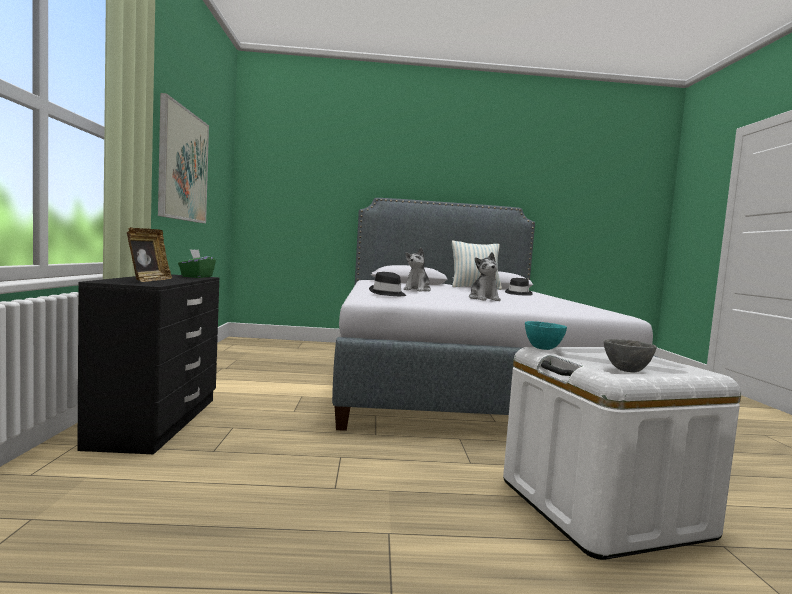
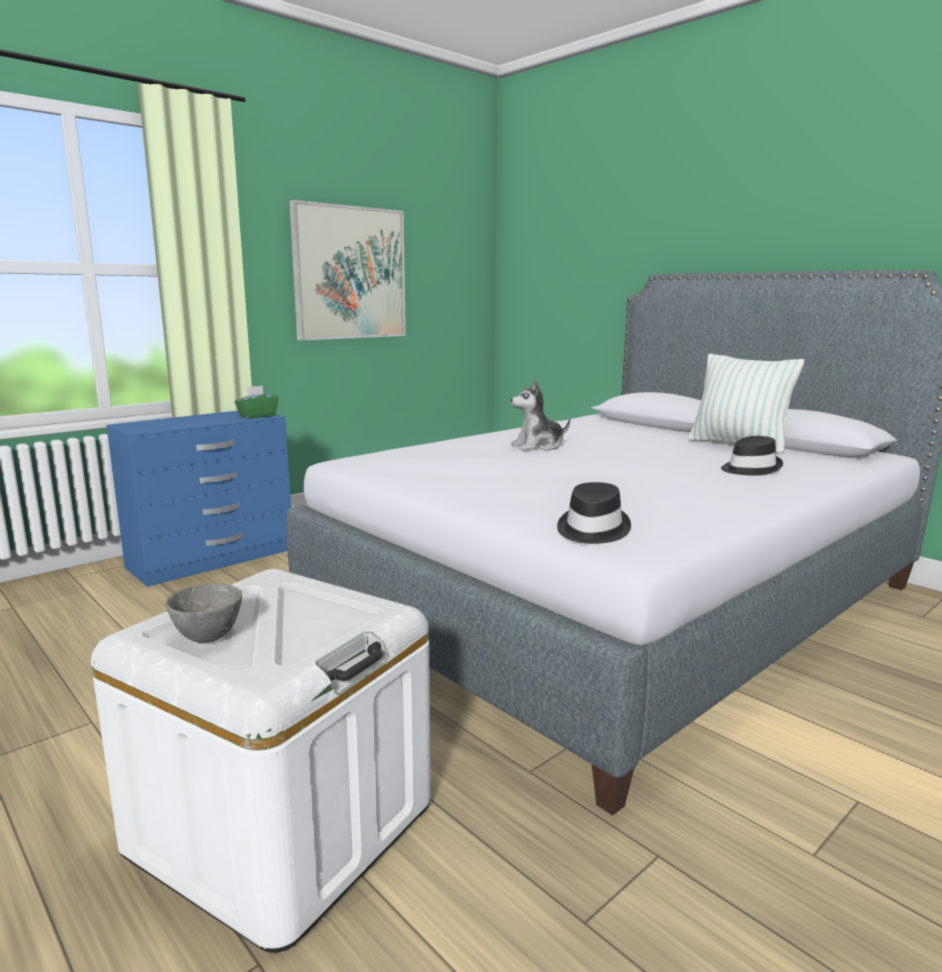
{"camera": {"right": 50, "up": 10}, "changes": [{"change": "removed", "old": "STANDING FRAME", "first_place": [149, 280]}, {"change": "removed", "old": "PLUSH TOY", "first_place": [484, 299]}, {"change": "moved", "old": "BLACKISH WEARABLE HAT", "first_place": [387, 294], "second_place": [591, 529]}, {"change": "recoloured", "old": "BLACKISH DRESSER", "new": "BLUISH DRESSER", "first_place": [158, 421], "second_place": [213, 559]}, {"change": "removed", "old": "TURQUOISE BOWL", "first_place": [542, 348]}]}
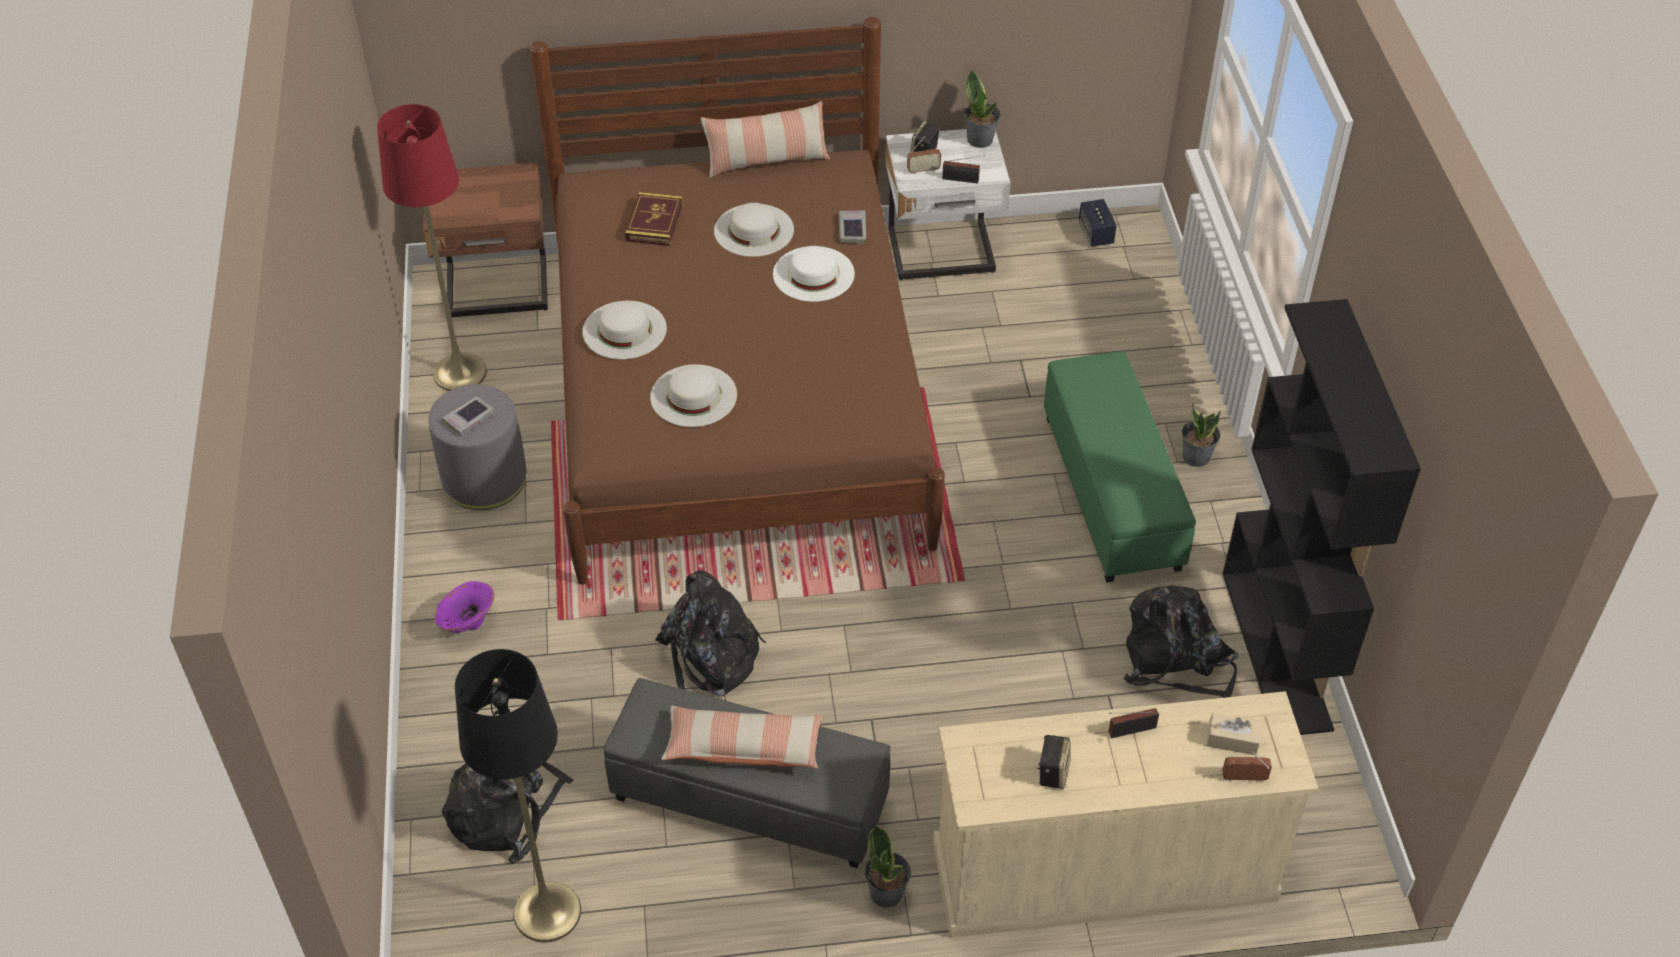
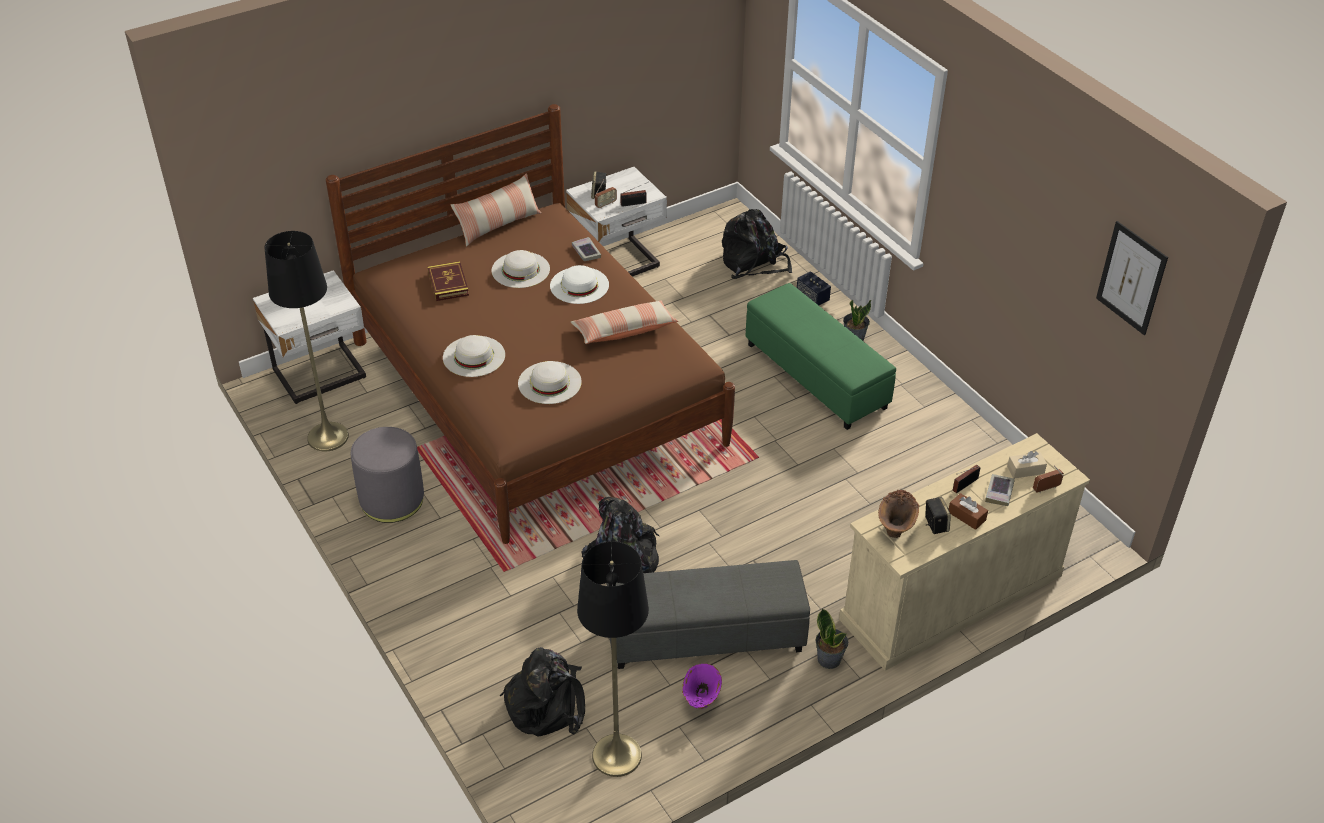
{"camera": {"right": -25, "up": -5}, "changes": [{"change": "removed", "old": "POTTED PLANT", "first_place": [980, 139]}, {"change": "recoloured", "old": "REDDISH STANDING LAMP", "new": "BLACKISH STANDING LAMP", "first_place": [460, 372], "second_place": [328, 437]}, {"change": "recoloured", "old": "BROWN NIGHT TABLE", "new": "WHITE NIGHT TABLE", "first_place": [498, 291], "second_place": [321, 375]}, {"change": "moved", "old": "LOUDSPEAKER", "first_place": [1095, 234], "second_place": [812, 297]}, {"change": "removed", "old": "BLACKISH SHELVING UNIT", "first_place": [1277, 650]}, {"change": "moved", "old": "VOLUME", "first_place": [469, 418], "second_place": [999, 492]}, {"change": "moved", "old": "PURPLE-COLOURED DECORATIVE VASE", "first_place": [468, 624], "second_place": [700, 700]}, {"change": "moved", "old": "BLACKISH KNAPSACK", "first_place": [1175, 661], "second_place": [753, 263]}, {"change": "moved", "old": "CUSHION", "first_place": [743, 747], "second_place": [624, 330]}, {"change": "added", "new": "WALL PICTURE", "second_place": [1131, 278]}, {"change": "added", "new": "BROWN DECORATIVE VASE", "second_place": [896, 528]}, {"change": "added", "new": "BROWN BOX OF TISSUES", "second_place": [966, 516]}]}
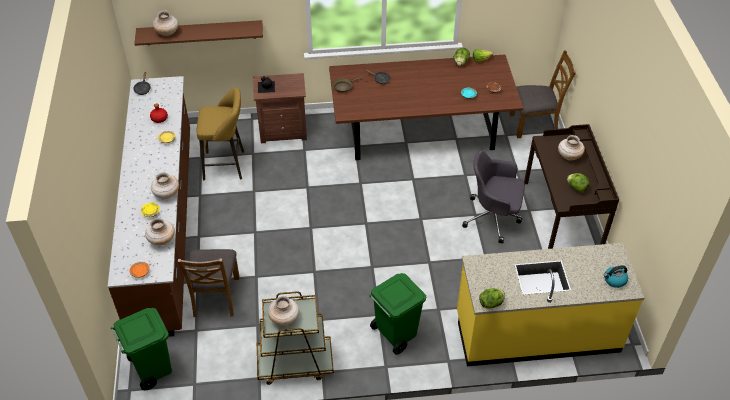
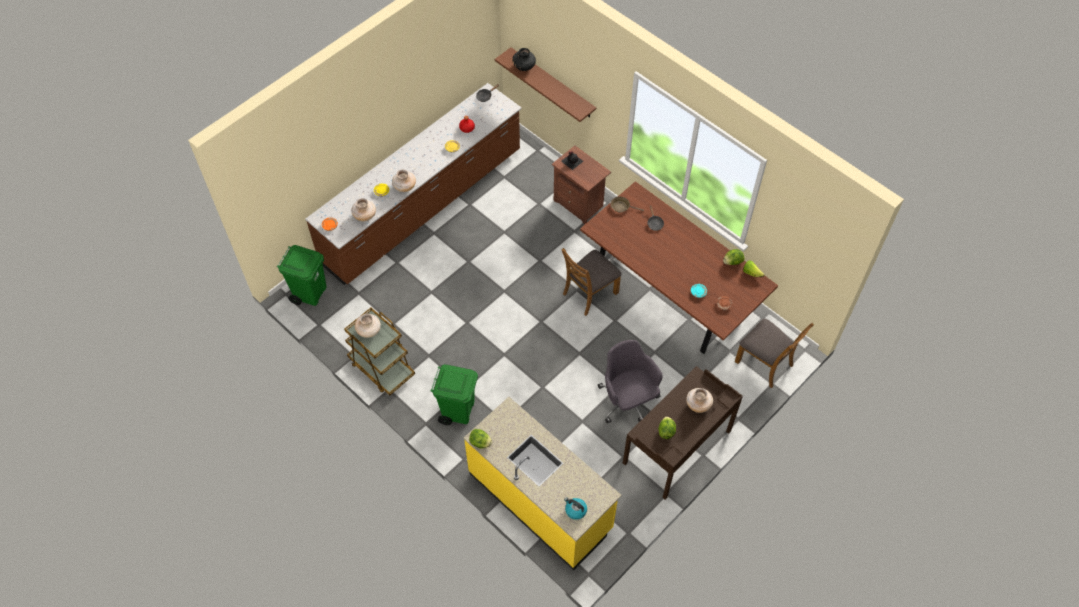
{"camera": {"right": 50, "up": 10}, "changes": [{"change": "recoloured", "old": "SAND-COLOURED DECORATIVE VASE", "new": "BLACKISH DECORATIVE VASE", "first_place": [167, 32], "second_place": [524, 67]}, {"change": "removed", "old": "YELLOWISH STOOL", "first_place": [227, 165]}, {"change": "moved", "old": "BROWN UPRIGHT CHAIR", "first_place": [215, 296], "second_place": [589, 293]}]}
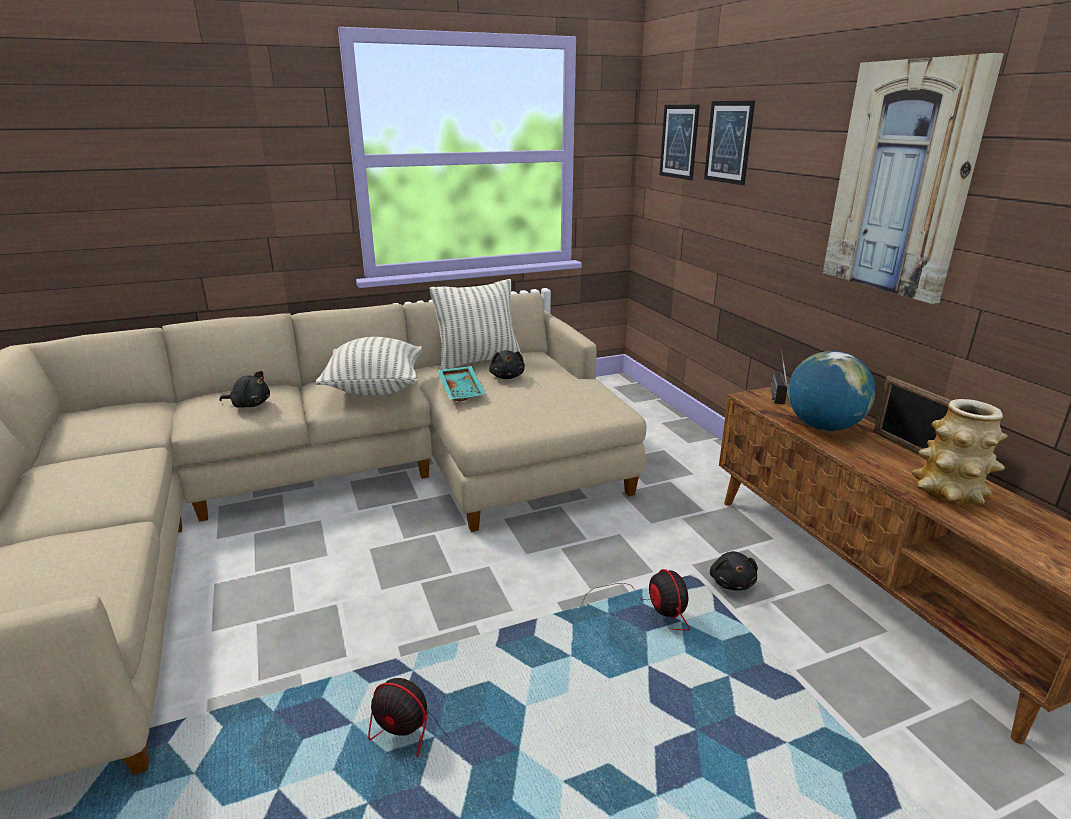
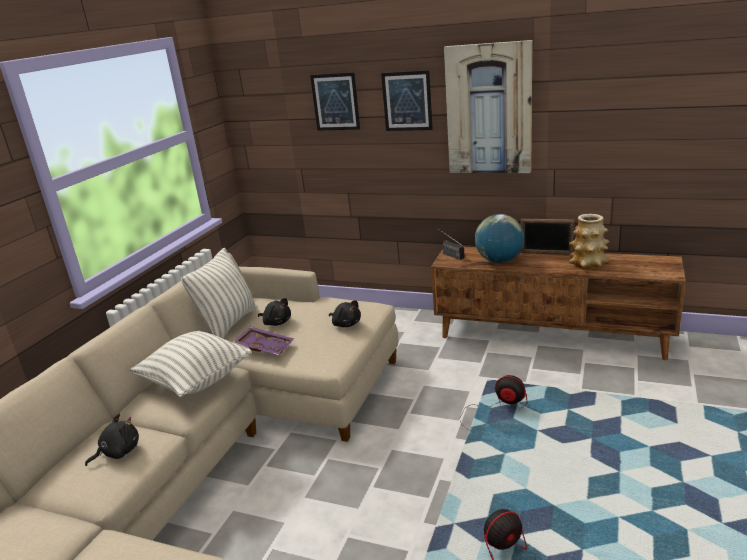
{"camera": {"right": -45, "up": 0}, "changes": [{"change": "moved", "old": "WALL PICTURE", "first_place": [679, 141], "second_place": [407, 101]}, {"change": "recoloured", "old": "TURQUOISE SERVING TRAY", "new": "PURPLE-COLOURED SERVING TRAY", "first_place": [462, 390], "second_place": [265, 346]}, {"change": "moved", "old": "BLACKISH PLUSH TOY", "first_place": [731, 582], "second_place": [346, 324]}]}
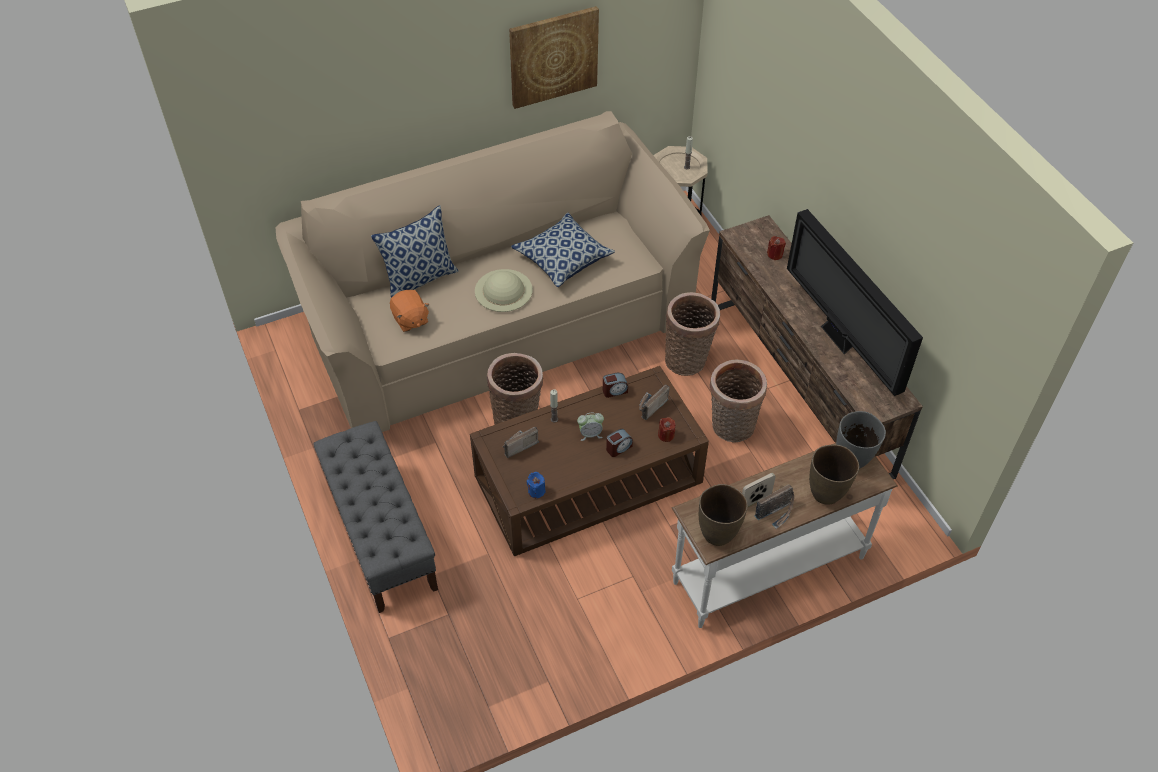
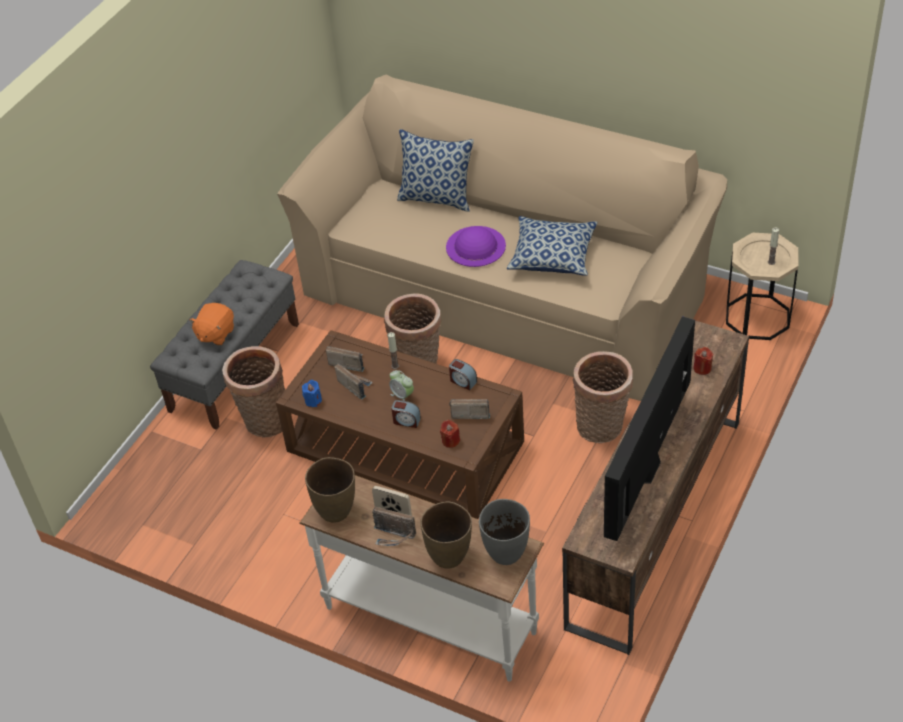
{"camera": {"right": 55, "up": -5}, "changes": [{"change": "removed", "old": "WALL PICTURE", "first_place": [553, 56]}, {"change": "recoloured", "old": "SAND-COLOURED WEARABLE HAT", "new": "PURPLE-COLOURED WEARABLE HAT", "first_place": [503, 290], "second_place": [475, 246]}, {"change": "moved", "old": "ORANGE PLUSH TOY", "first_place": [410, 320], "second_place": [215, 334]}, {"change": "moved", "old": "STORAGE BASKET", "first_place": [731, 428], "second_place": [264, 421]}, {"change": "added", "new": "RADIO SET", "second_place": [354, 385]}]}
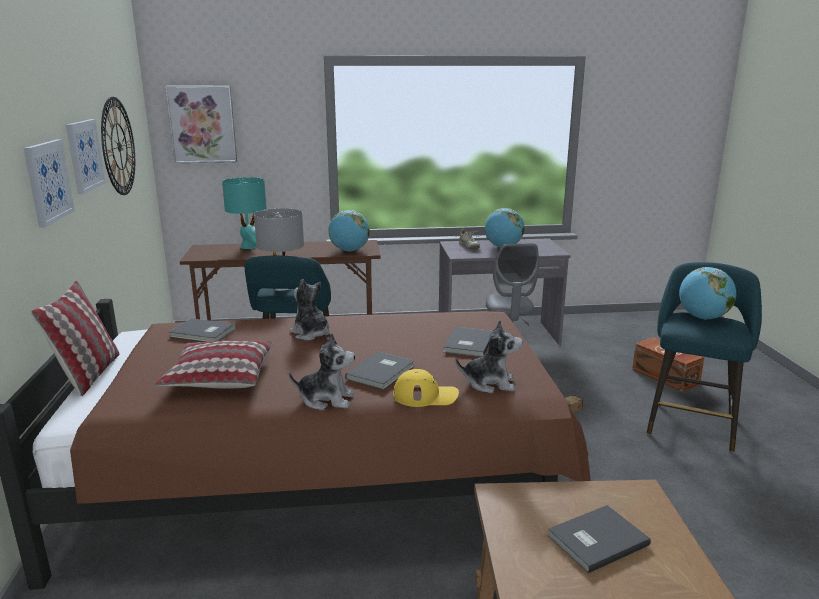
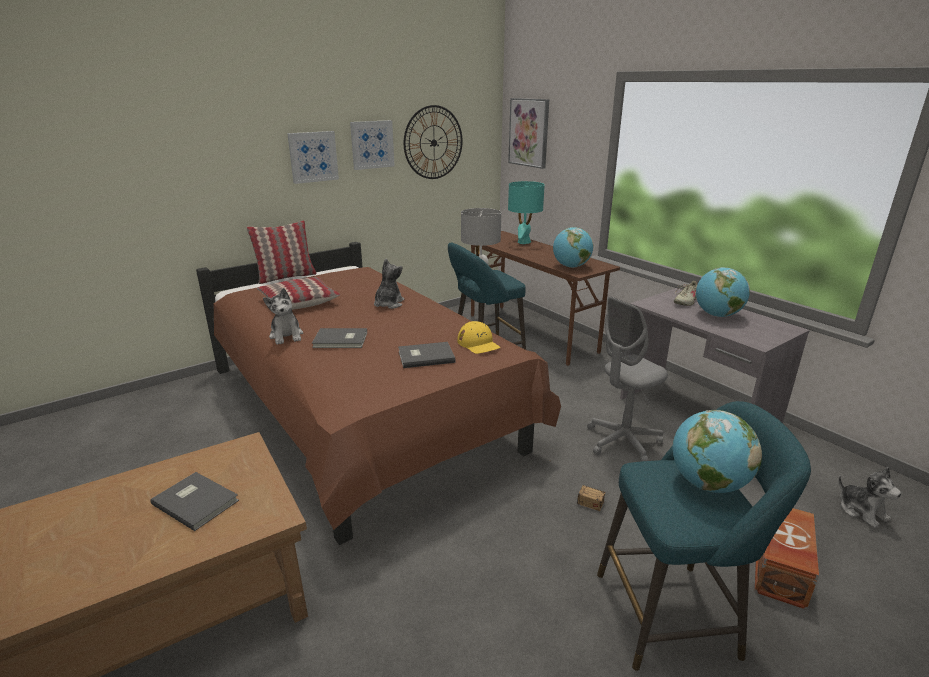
{"camera": {"right": 60, "up": 5}, "changes": [{"change": "removed", "old": "GREYISH VOLUME", "first_place": [203, 333]}, {"change": "moved", "old": "PLUSH TOY", "first_place": [490, 383], "second_place": [862, 511]}, {"change": "moved", "old": "YELLOWISH PEAKED CAP", "first_place": [425, 395], "second_place": [478, 344]}]}
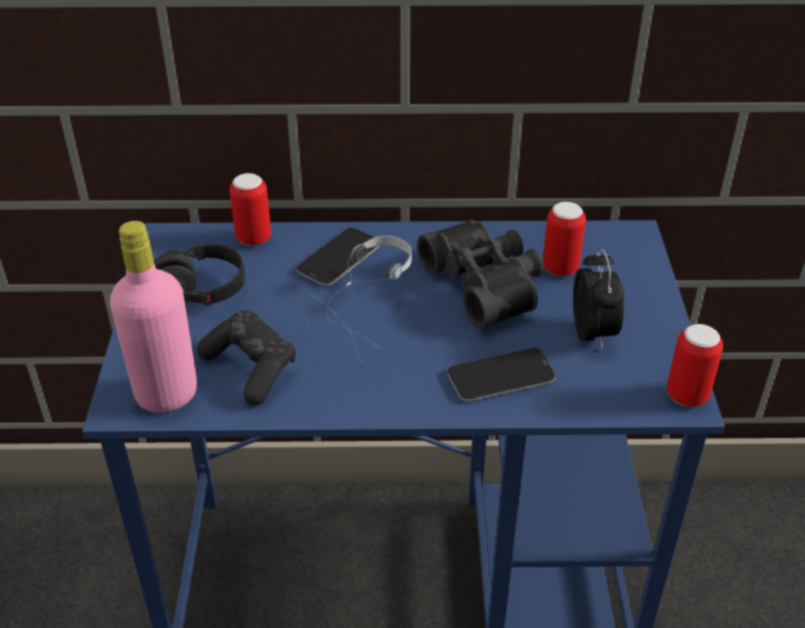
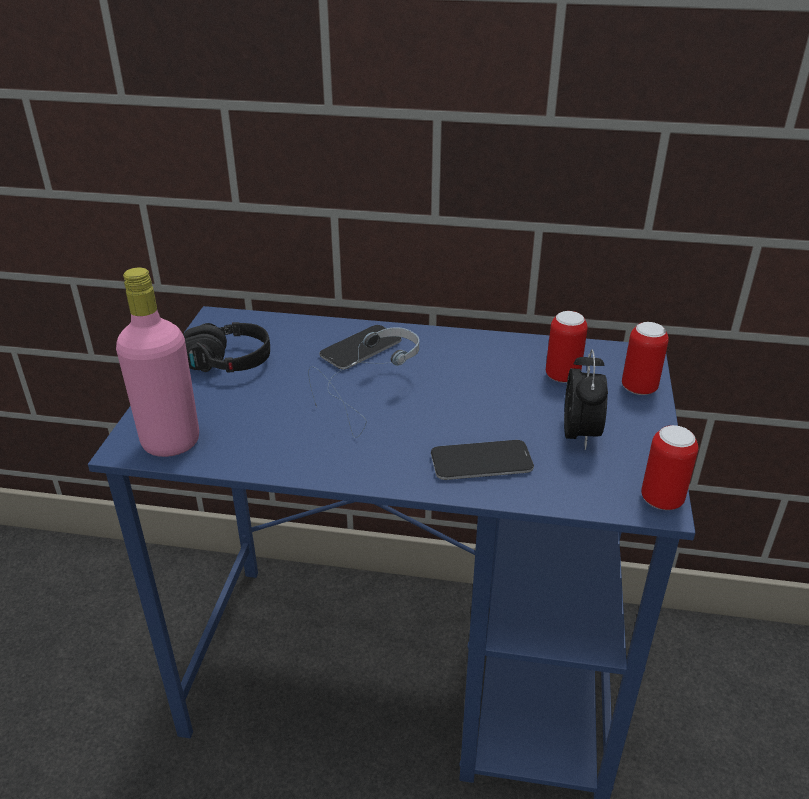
{"camera": {"right": 10, "up": -5}, "changes": [{"change": "moved", "old": "CAN", "first_place": [253, 238], "second_place": [639, 388]}, {"change": "removed", "old": "BLACKISH PAIR OF BINOCULARS", "first_place": [486, 284]}, {"change": "removed", "old": "BLACKISH GAME CONTROLLER", "first_place": [251, 368]}]}
